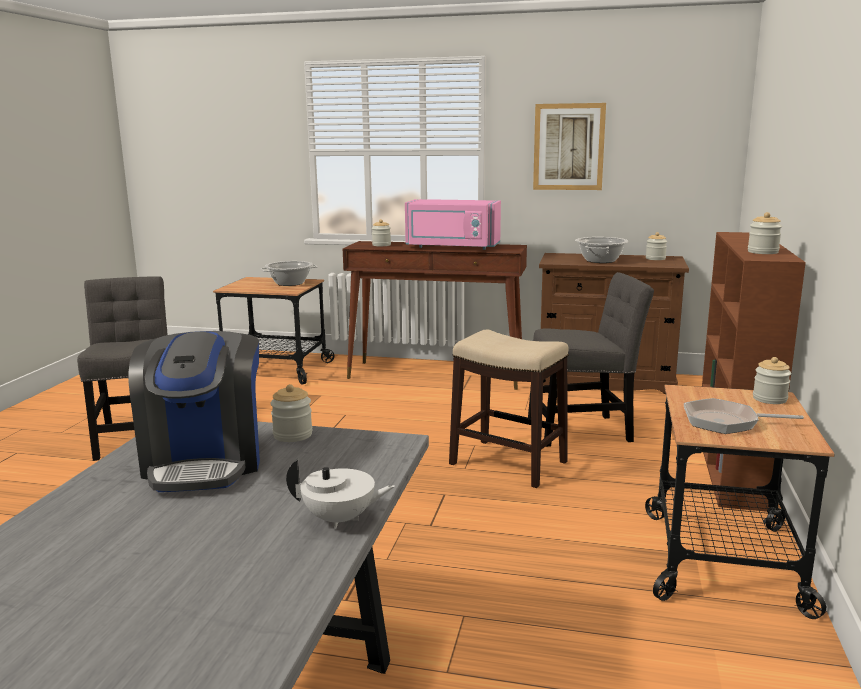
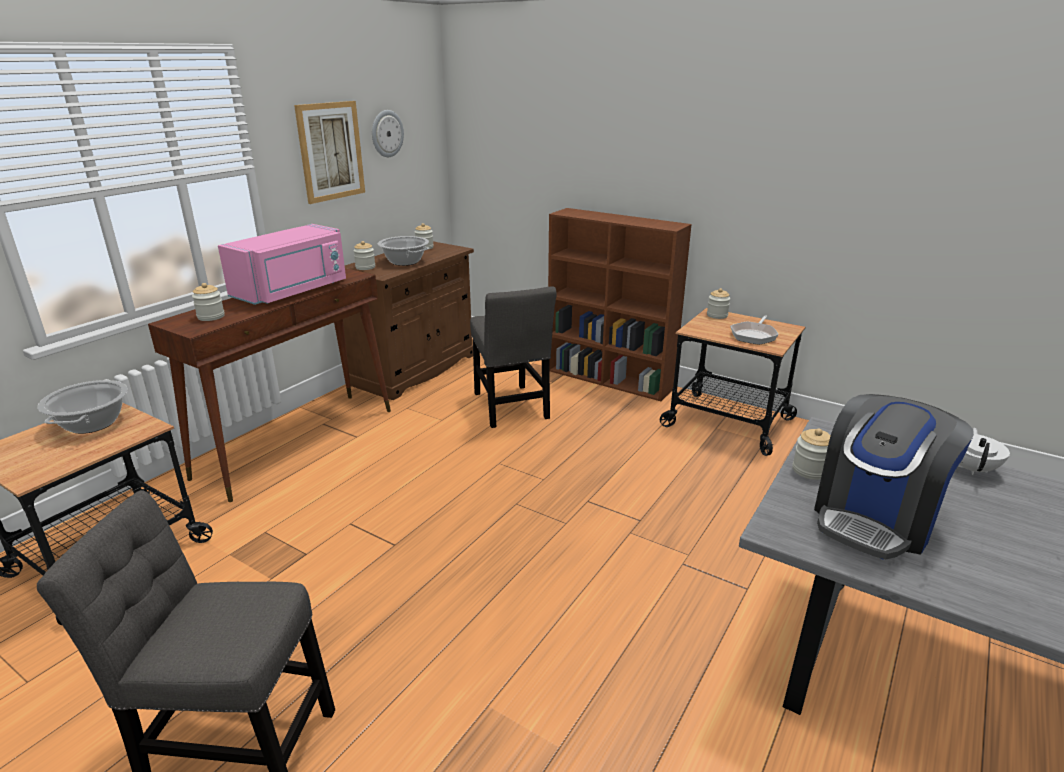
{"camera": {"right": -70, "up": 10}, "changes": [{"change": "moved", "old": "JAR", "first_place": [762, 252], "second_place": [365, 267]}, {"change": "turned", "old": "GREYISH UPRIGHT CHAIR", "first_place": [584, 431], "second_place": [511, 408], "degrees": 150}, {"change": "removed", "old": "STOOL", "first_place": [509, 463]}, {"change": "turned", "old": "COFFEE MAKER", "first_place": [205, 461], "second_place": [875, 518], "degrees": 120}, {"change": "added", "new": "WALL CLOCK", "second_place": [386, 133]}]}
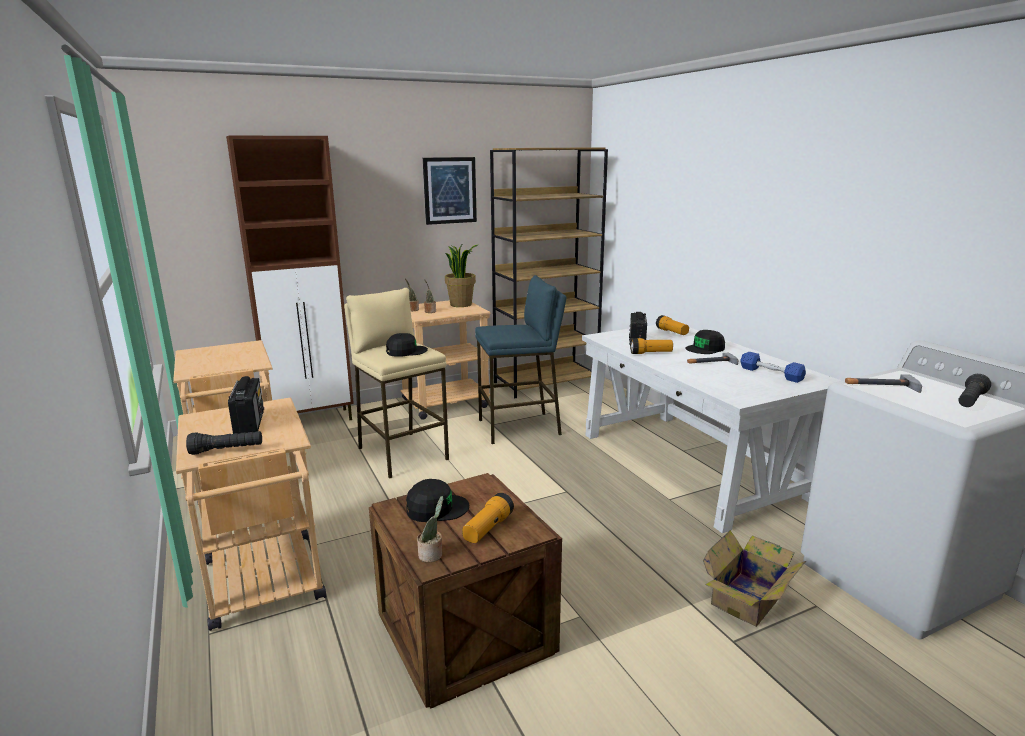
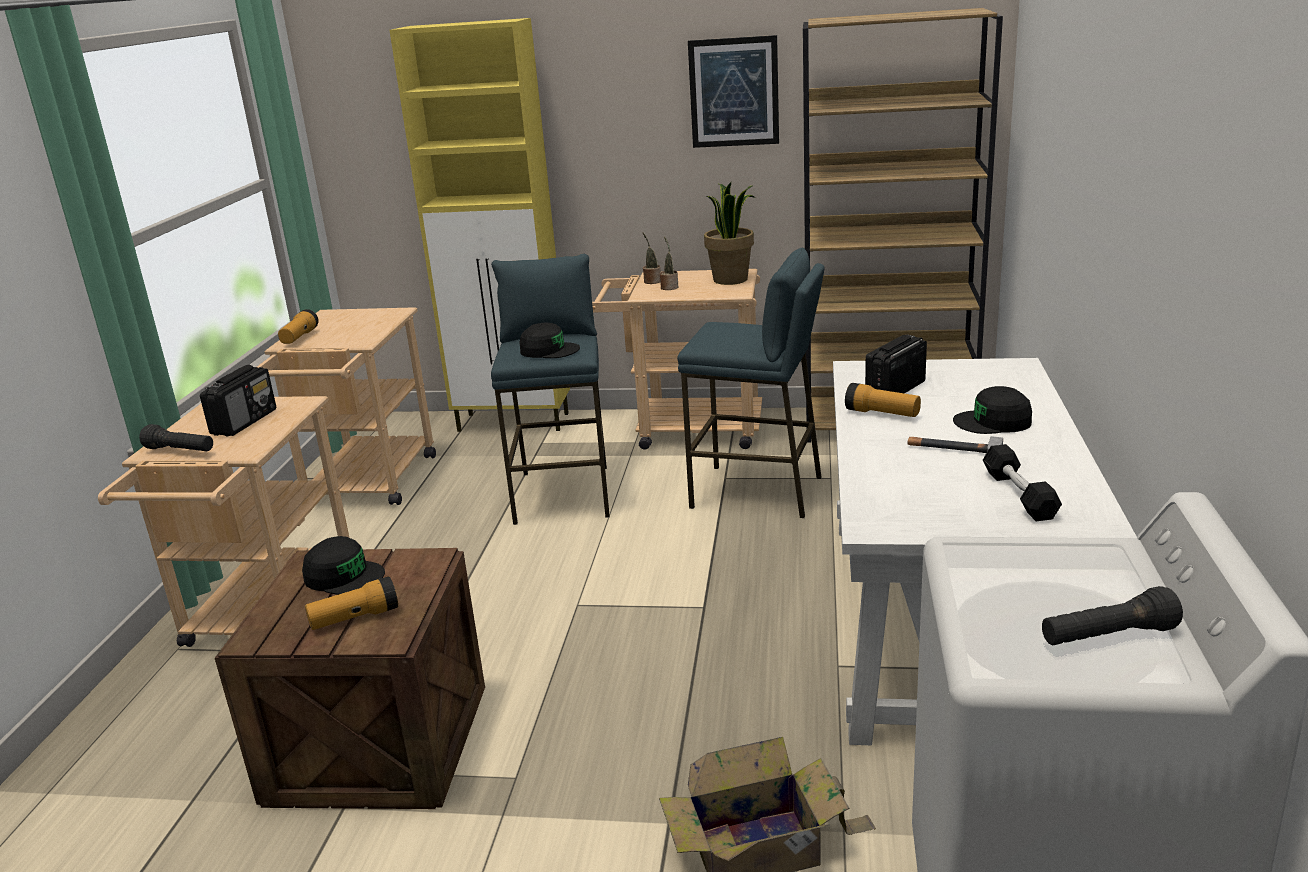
{"camera": {"right": 35, "up": 5}, "changes": [{"change": "recoloured", "old": "BROWN CABINET", "new": "YELLOWISH CABINET", "first_place": [312, 421], "second_place": [515, 422]}, {"change": "recoloured", "old": "SAND-COLOURED STOOL", "new": "BLUISH STOOL", "first_place": [402, 453], "second_place": [564, 494]}, {"change": "moved", "old": "FLASHLIGHT", "first_place": [672, 332], "second_place": [299, 337]}, {"change": "recoloured", "old": "BLUISH FREE WEIGHT", "new": "BLACKISH FREE WEIGHT", "first_place": [771, 374], "second_place": [1019, 494]}, {"change": "removed", "old": "HAND HAMMER", "first_place": [881, 386]}, {"change": "removed", "old": "POTTED PLANT", "first_place": [432, 555]}]}
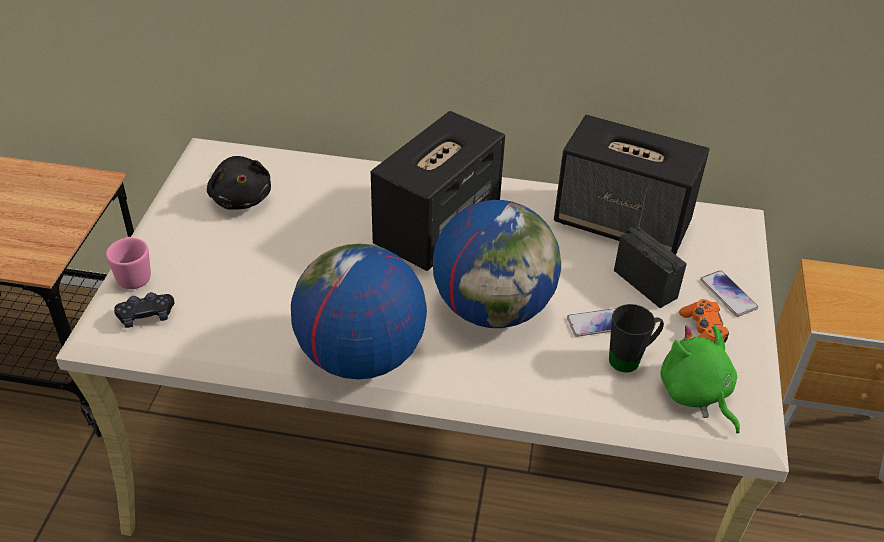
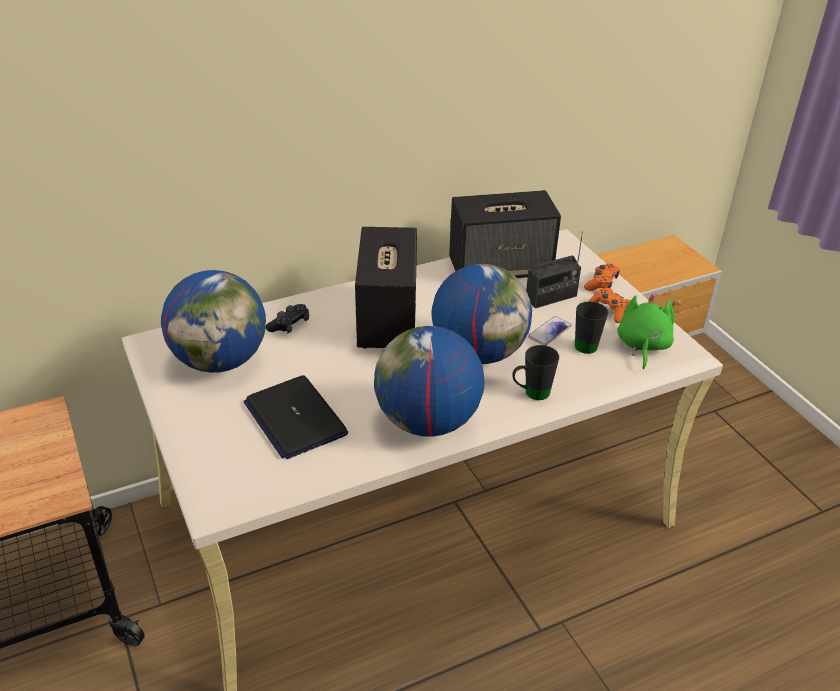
{"camera": {"right": -35, "up": -5}, "changes": [{"change": "replaced", "old": "BLACKISH PLUSH TOY", "new": "WORLD GLOBE", "first_place": [241, 198], "second_place": [220, 361]}, {"change": "turned", "old": "RADIO SET", "first_place": [645, 284], "second_place": [551, 297], "degrees": 135}, {"change": "removed", "old": "PINK TEA MUG", "first_place": [134, 275]}, {"change": "replaced", "old": "HANDSET", "new": "ORANGE GAME CONTROLLER", "first_place": [728, 294], "second_place": [601, 283]}, {"change": "moved", "old": "BLACKISH GAME CONTROLLER", "first_place": [146, 316], "second_place": [289, 325]}, {"change": "turned", "old": "GREENISH PLUSH TOY", "first_place": [696, 394], "second_place": [642, 346], "degrees": 75}, {"change": "added", "new": "BLACKISH TEA MUG", "second_place": [531, 393]}, {"change": "added", "new": "LAPTOP", "second_place": [295, 418]}]}
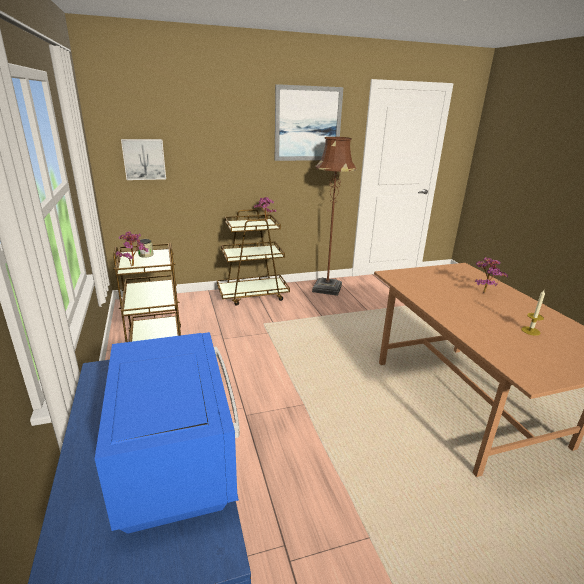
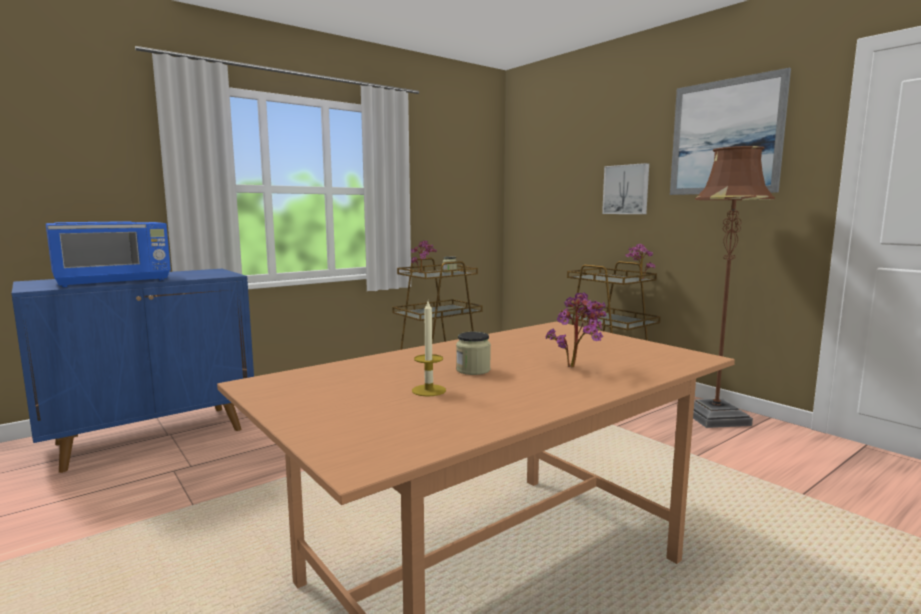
{"camera": {"right": 70, "up": -15}, "changes": [{"change": "moved", "old": "WALL PICTURE", "first_place": [144, 159], "second_place": [626, 189]}, {"change": "added", "new": "JAR", "second_place": [473, 370]}]}
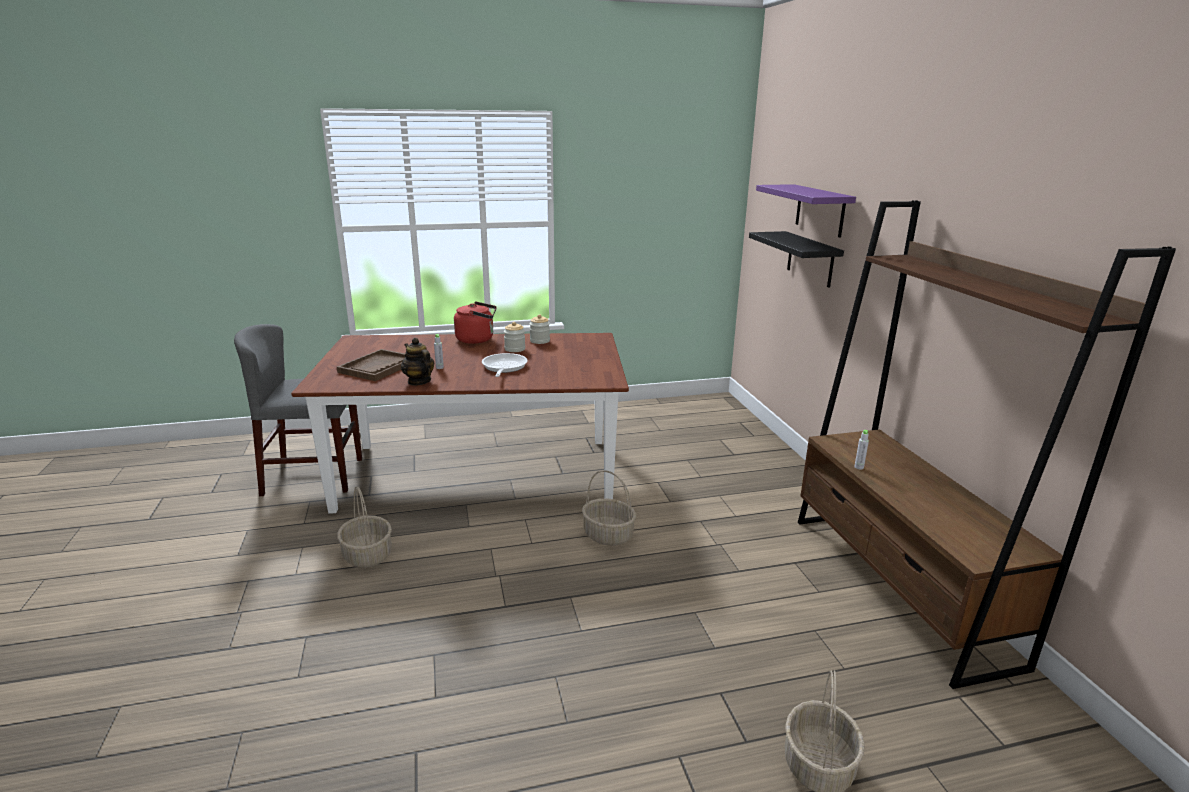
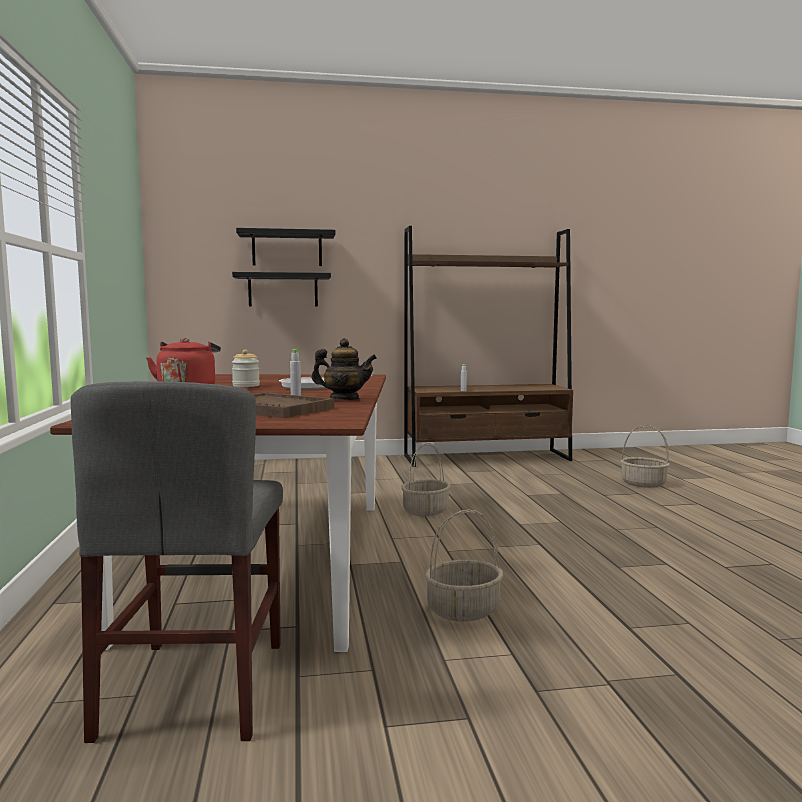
{"camera": {"right": -85, "up": -15}, "changes": [{"change": "recoloured", "old": "PURPLE-COLOURED WALL SHELF", "new": "BLACKISH WALL SHELF", "first_place": [820, 210], "second_place": [287, 249]}, {"change": "removed", "old": "JAR", "first_place": [540, 341]}, {"change": "turned", "old": "TEAPOT", "first_place": [419, 381], "second_place": [344, 399], "degrees": -135}]}
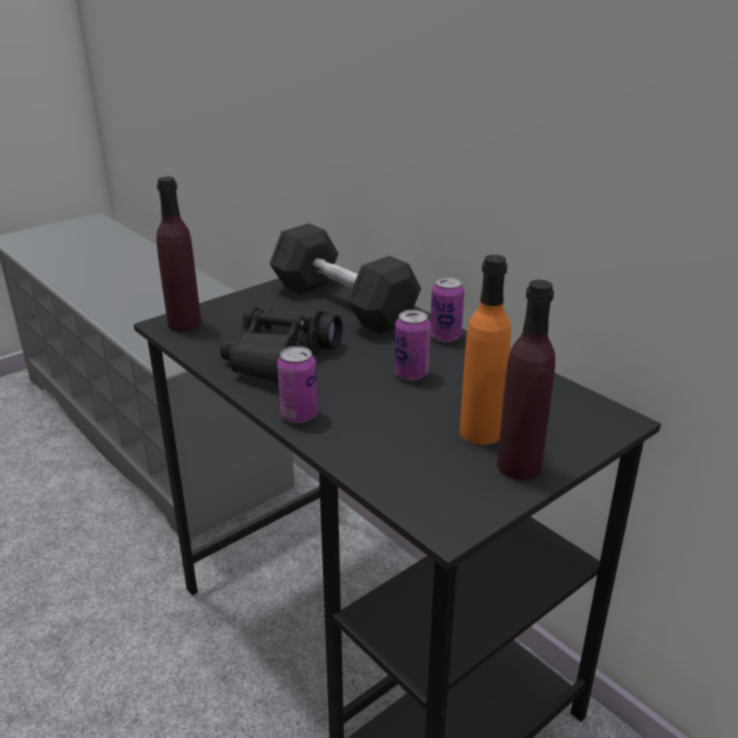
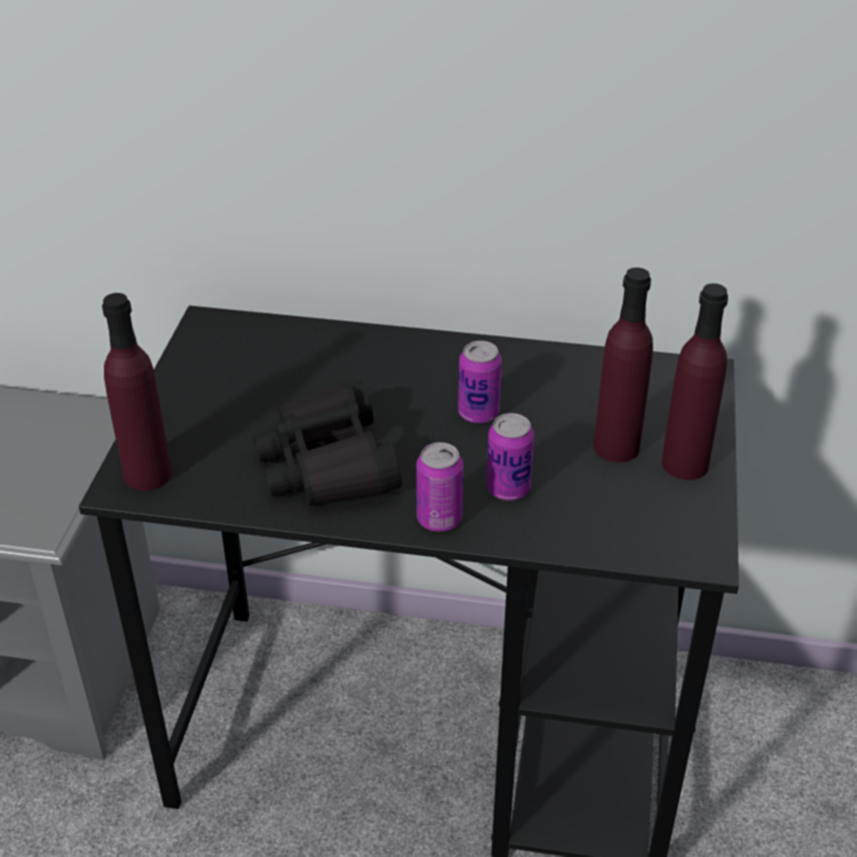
{"camera": {"right": -40, "up": 10}, "changes": [{"change": "removed", "old": "BLACKISH FREE WEIGHT", "first_place": [343, 303]}, {"change": "recoloured", "old": "ORANGE BOTTLE", "new": "PURPLE-COLOURED BOTTLE", "first_place": [480, 432], "second_place": [616, 447]}, {"change": "moved", "old": "CAN", "first_place": [445, 336], "second_place": [508, 489]}]}
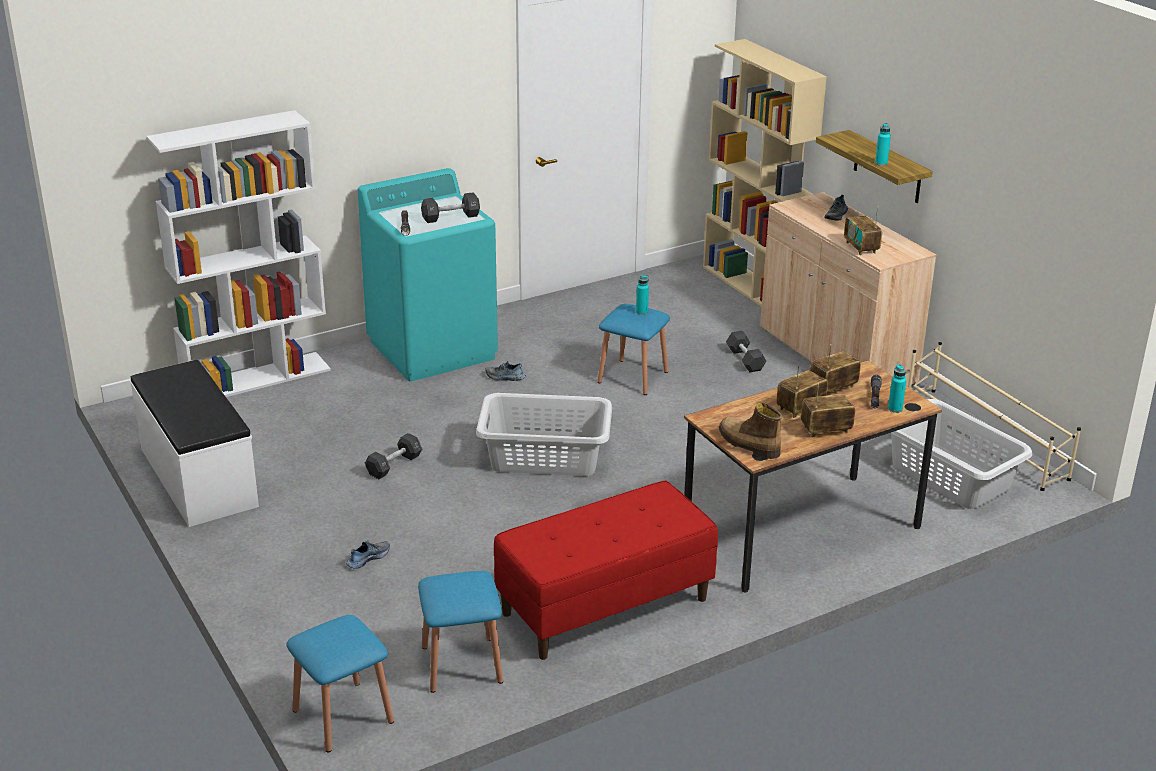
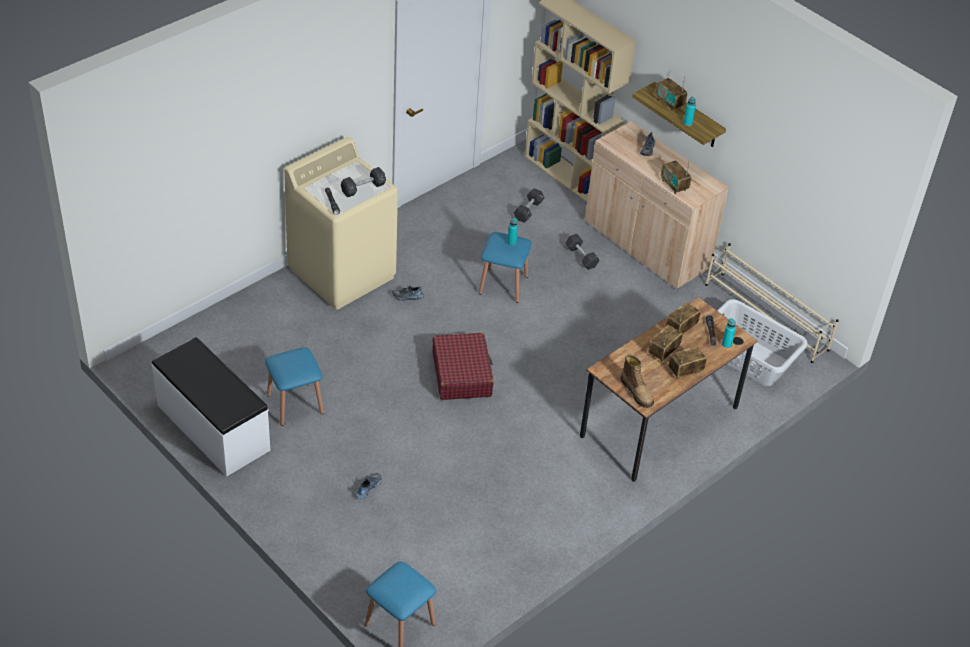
{"camera": {"right": -15, "up": 15}, "changes": [{"change": "removed", "old": "WHITE SHELVING UNIT", "first_place": [257, 378]}, {"change": "recoloured", "old": "TURQUOISE LAUNDRY APPLIANCE", "new": "SAND-COLOURED LAUNDRY APPLIANCE", "first_place": [433, 349], "second_place": [342, 273]}, {"change": "replaced", "old": "GREYISH LAUNDRY BASKET", "new": "REDDISH SUITCASE", "first_place": [544, 456], "second_place": [462, 374]}, {"change": "turned", "old": "BOOT", "first_place": [748, 444], "second_place": [637, 392], "degrees": -150}, {"change": "moved", "old": "BLACKISH FREE WEIGHT", "first_place": [394, 465], "second_place": [528, 210]}, {"change": "removed", "old": "REDDISH INDOOR BENCH", "first_place": [605, 607]}, {"change": "moved", "old": "BLUISH STOOL", "first_place": [462, 664], "second_place": [295, 404]}, {"change": "added", "new": "RADIO SET", "second_place": [669, 103]}]}
